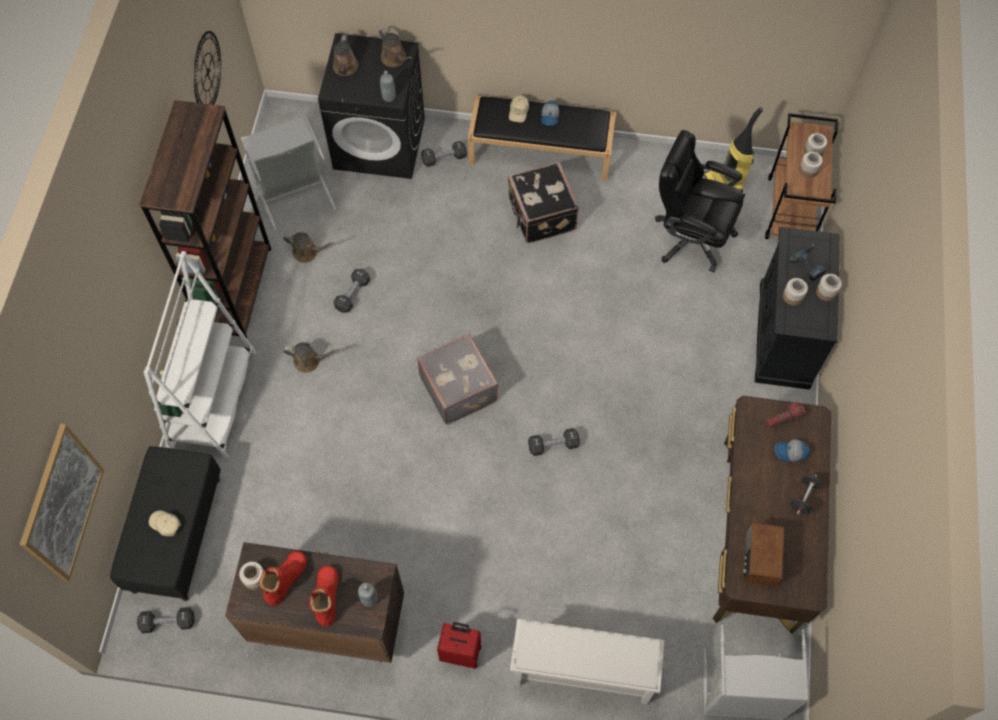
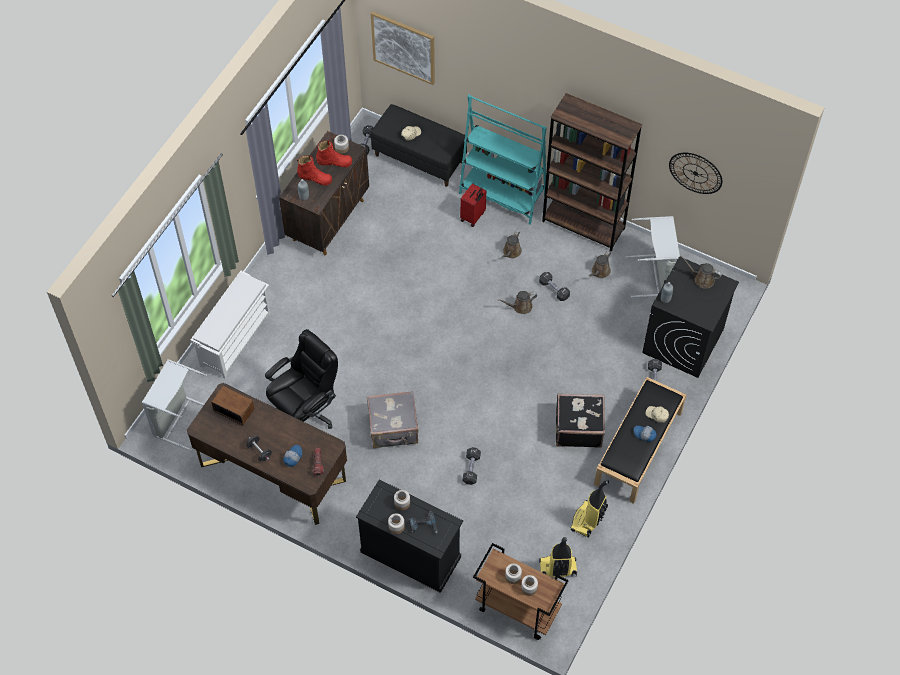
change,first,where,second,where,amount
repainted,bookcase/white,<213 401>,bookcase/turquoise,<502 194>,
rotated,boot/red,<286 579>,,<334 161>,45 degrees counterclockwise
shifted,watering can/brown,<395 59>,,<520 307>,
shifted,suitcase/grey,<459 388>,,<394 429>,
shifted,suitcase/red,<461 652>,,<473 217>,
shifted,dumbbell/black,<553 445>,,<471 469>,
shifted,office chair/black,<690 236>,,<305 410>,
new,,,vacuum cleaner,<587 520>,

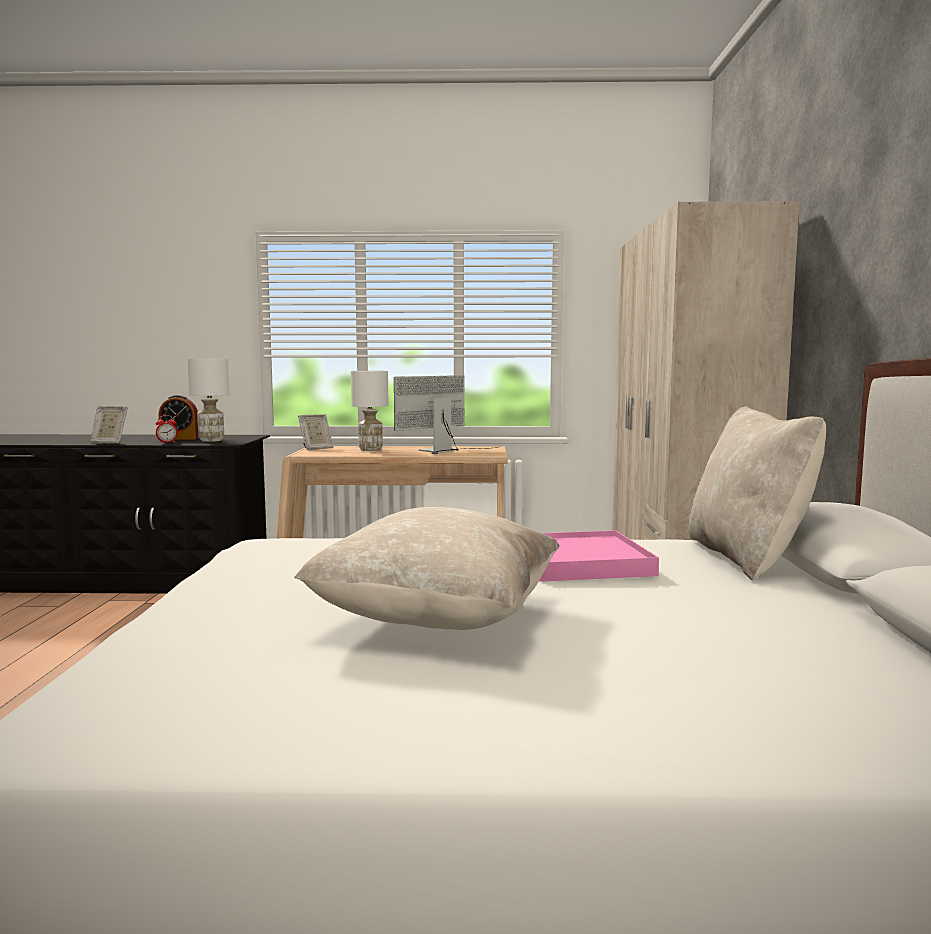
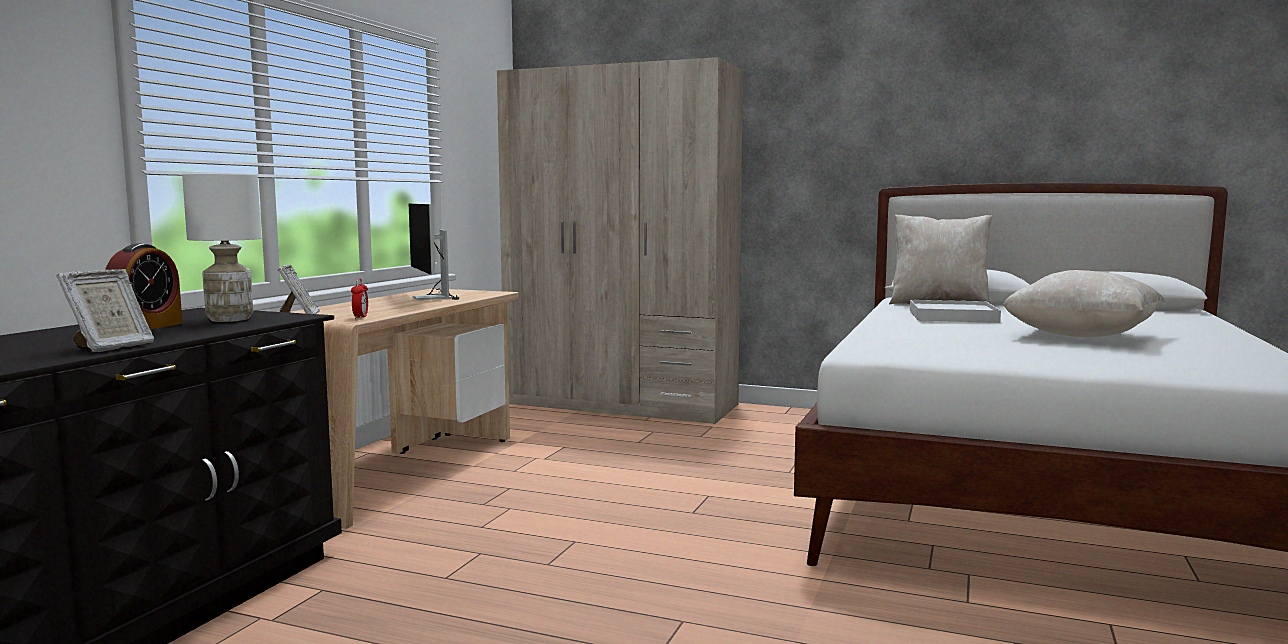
change,first,where,second,where,amount
shifted,alarm clock,<167 442>,,<360 317>,
gone,table lamp/white,<370 450>,,,
repainted,tray/pink,<580 562>,tray/white,<952 316>,

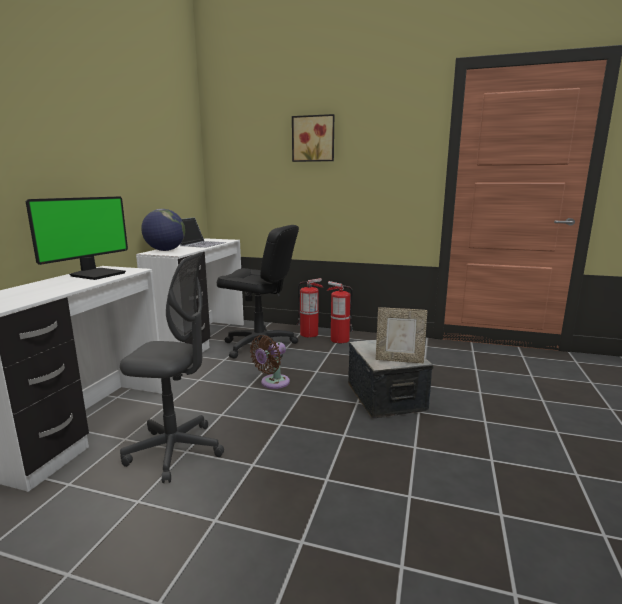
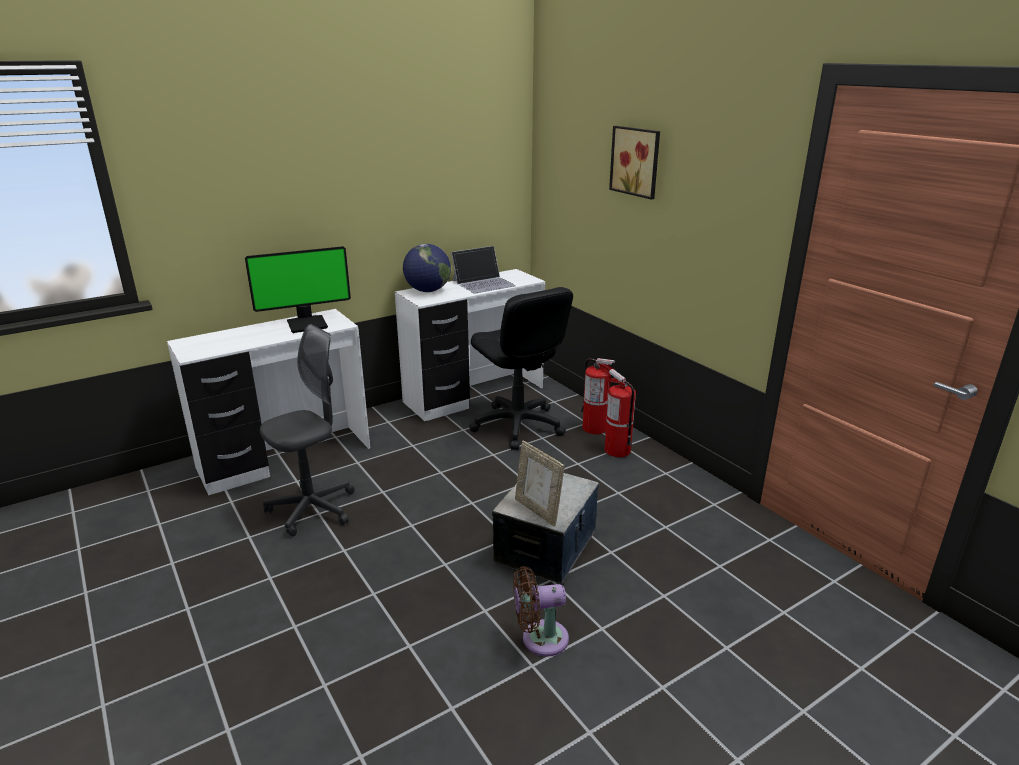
change,first,where,second,where,amount
rotated,office chair/grey,<175 451>,,<312 509>,90 degrees counterclockwise
shifted,fan/brown,<272 383>,,<540 639>,

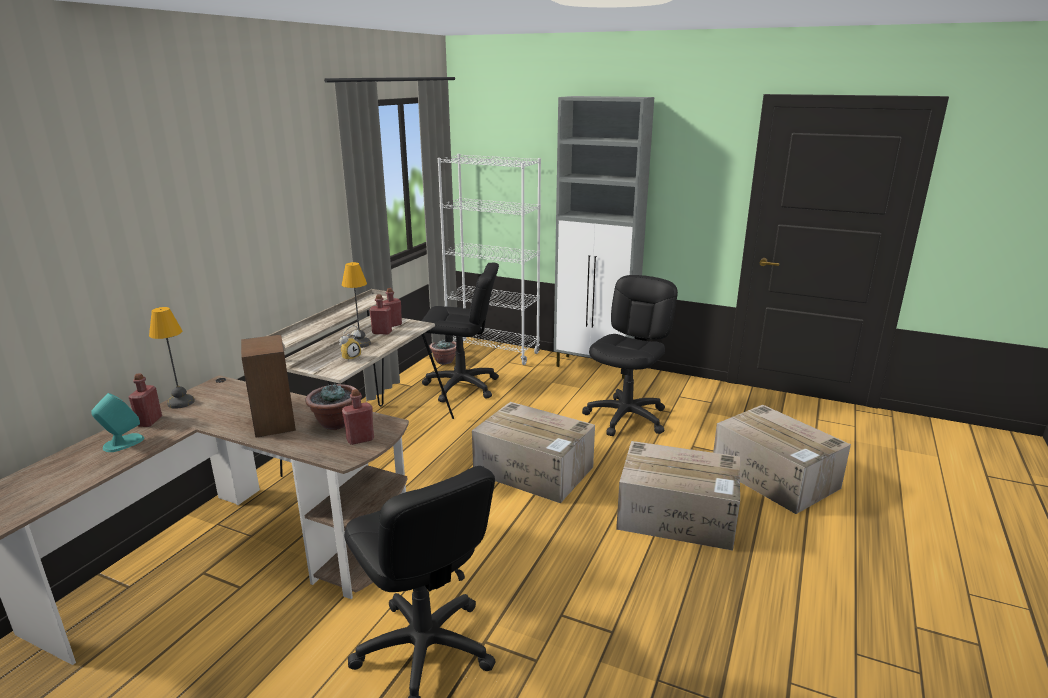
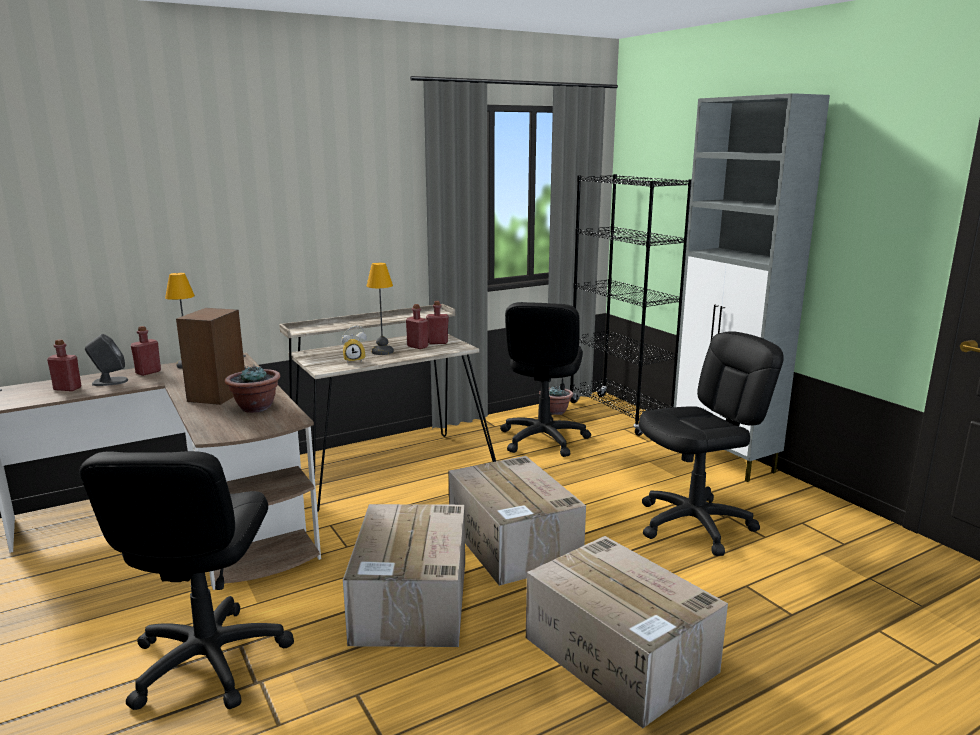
change,first,where,second,where,amount
repainted,speaker/turquoise,<123 443>,speaker/grey,<109 382>,
shifted,bottle/red,<360 439>,,<67 388>,
rotated,office chair/black,<461 386>,,<543 439>,60 degrees clockwise
repainted,bookcase/white,<493 352>,bookcase/black,<619 415>,
shifted,cardboard box,<776 477>,,<411 601>,

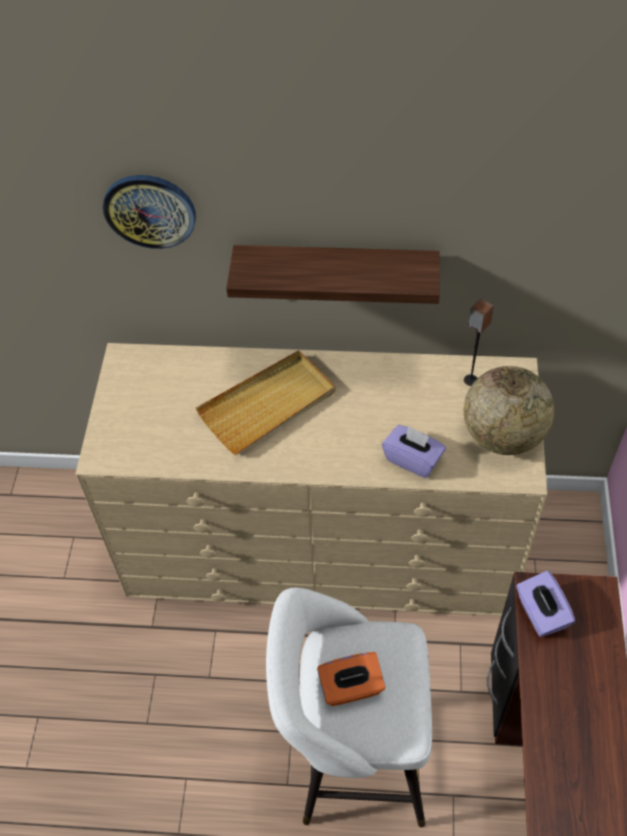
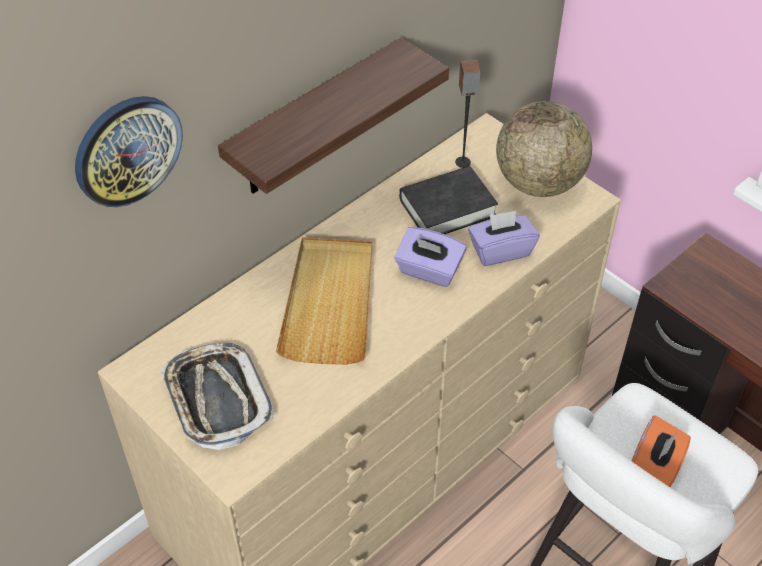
change,first,where,second,where,amount
shifted,tissue box/purple,<541 613>,,<429 271>,
new,,,tray,<217 399>,
new,,,book/black,<447 208>,

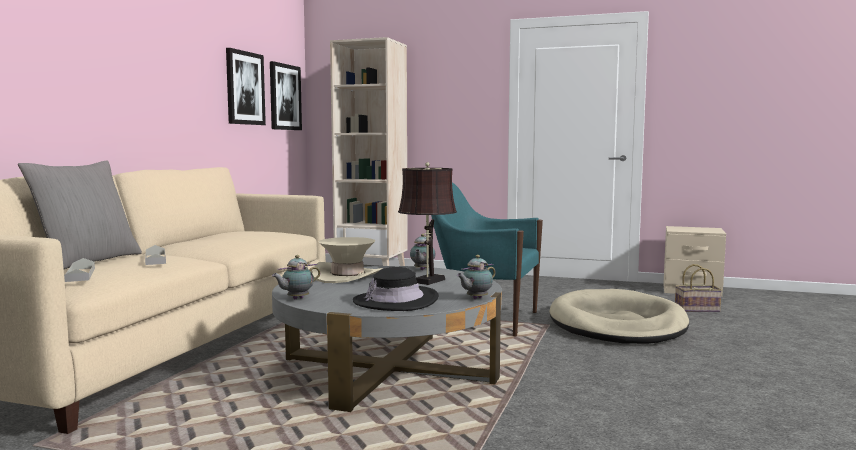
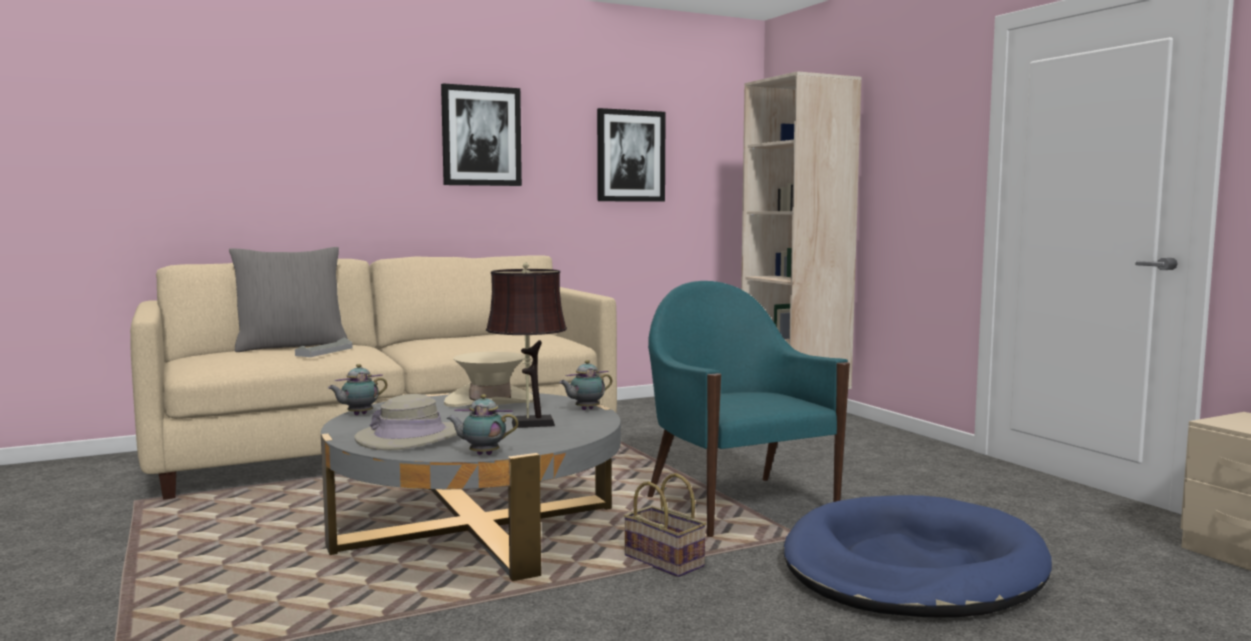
change,first,where,second,where,amount
gone,tray/grey,<80 274>,,,
shifted,picture,<284 97>,,<481 136>,
rotated,teapot,<296 299>,,<358 414>,45 degrees counterclockwise
repainted,hat/black,<396 301>,hat/beige,<411 437>,
repainted,dog bed/beige,<617 324>,dog bed/blue,<912 568>,
shifted,basket,<697 309>,,<666 561>,

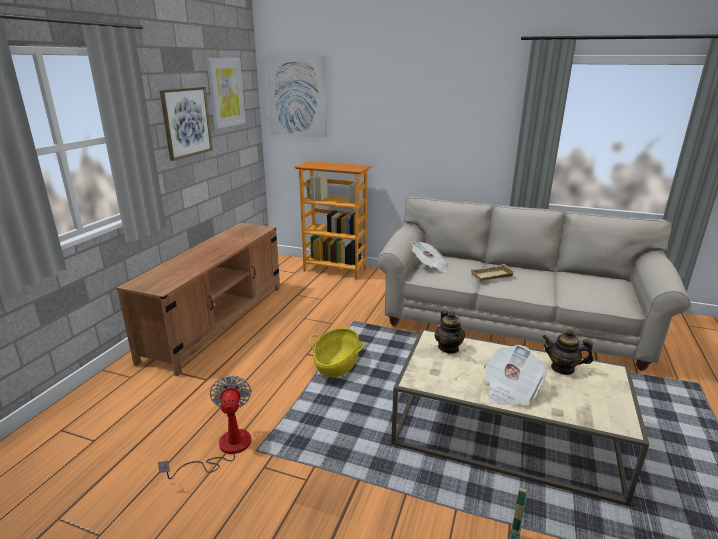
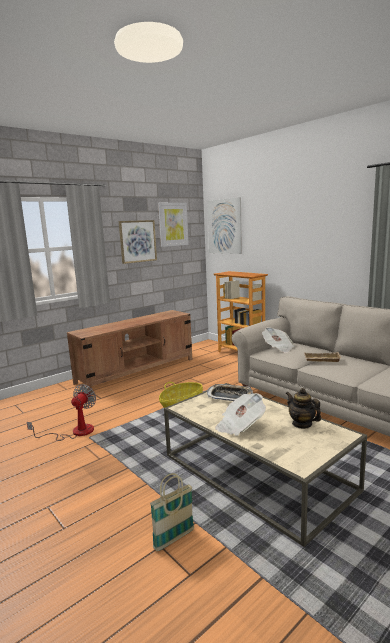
change,first,where,second,where,amount
swapped,teapot,<448 348>,tray,<229 396>,

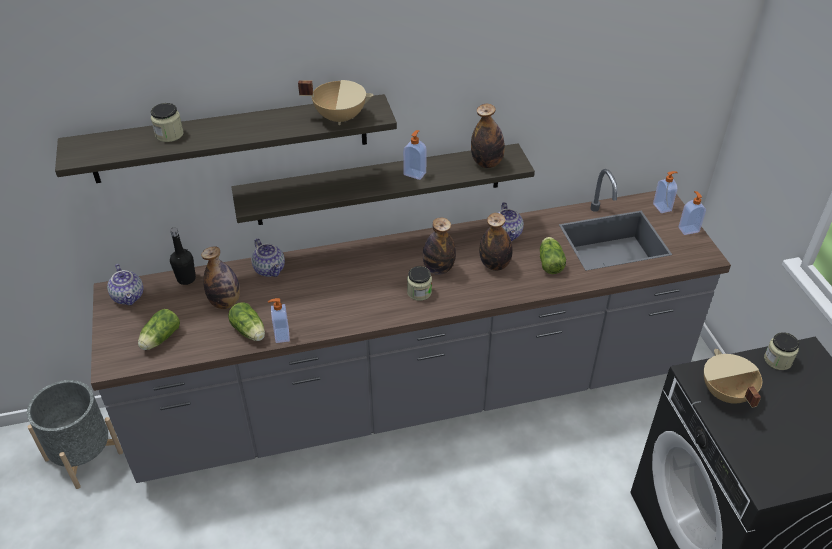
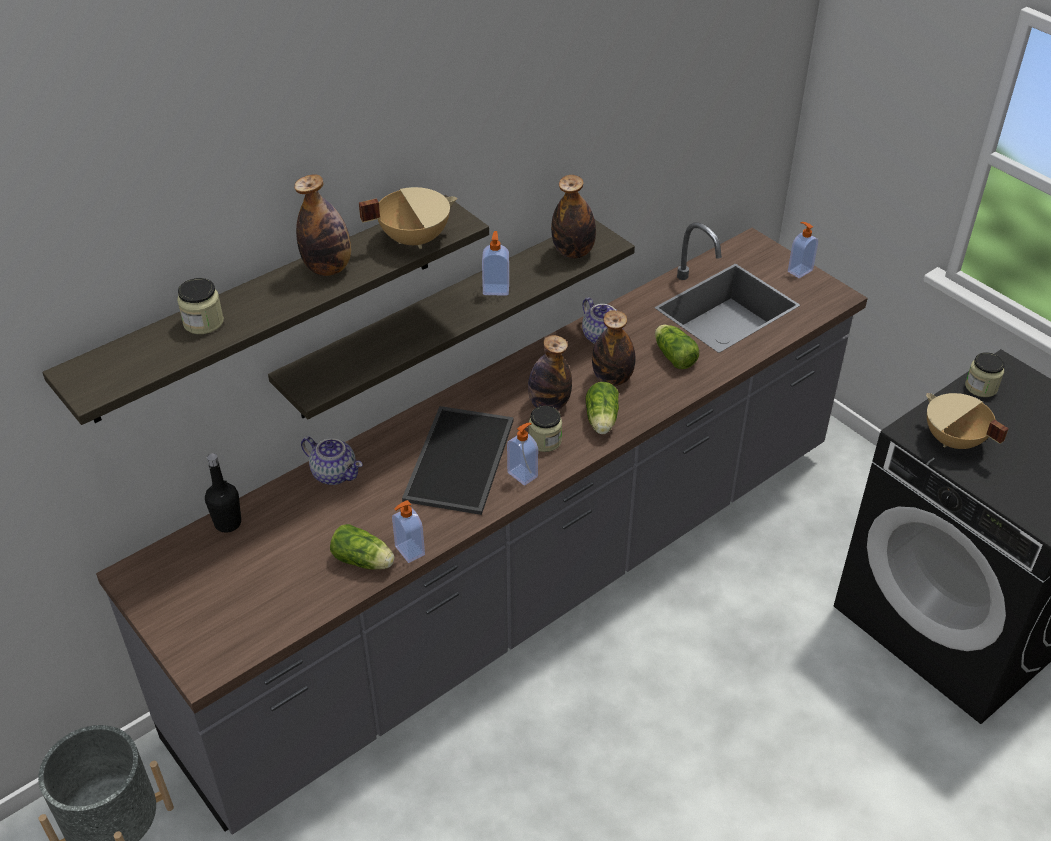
change,first,where,second,where,amount
gone,teapot,<129 297>,,,
shifted,lettuce,<159 339>,,<601 421>,
shifted,bottle,<225 302>,,<328 268>,
shifted,soap dispenser,<662 207>,,<523 474>,
new,,,tray,<461 461>,

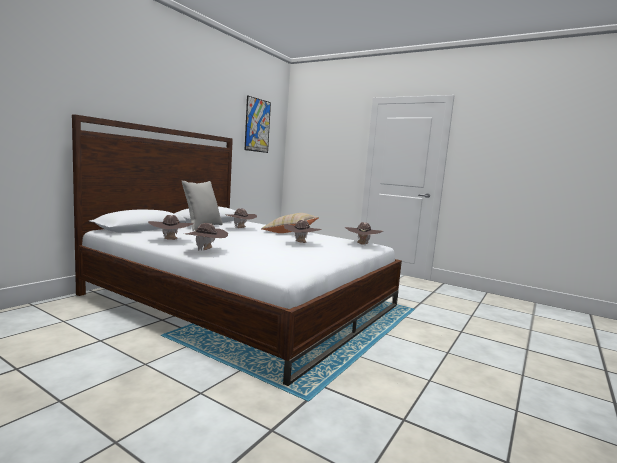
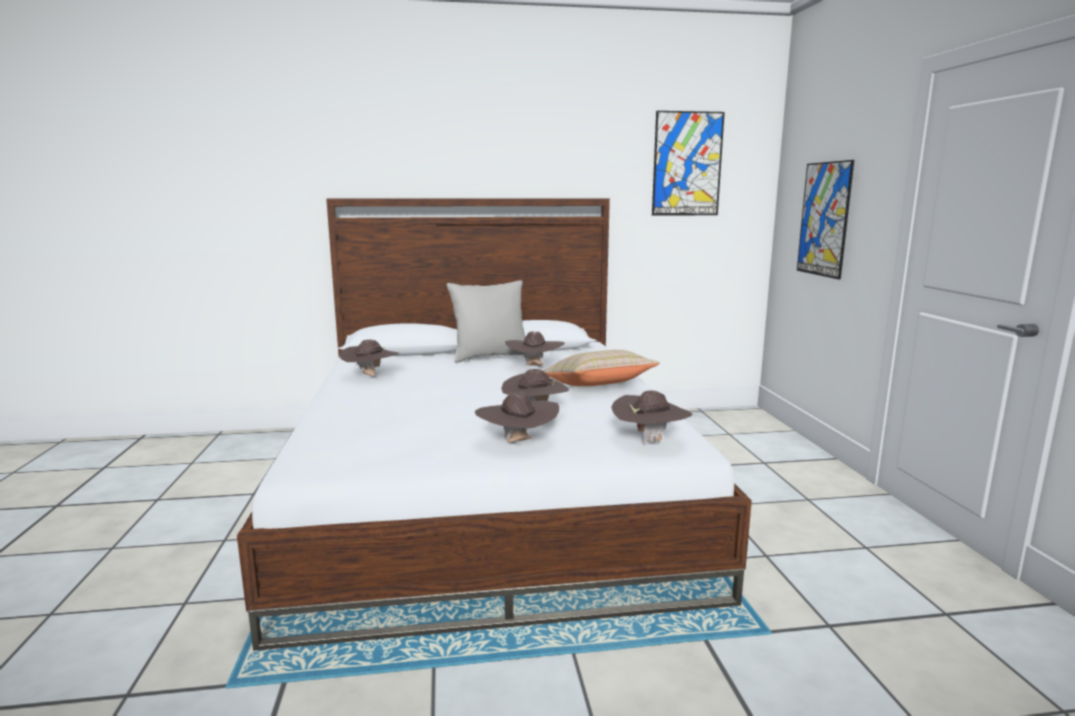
change,first,where,second,where,amount
shifted,hat/brown,<206 251>,,<517 443>,
new,,,picture,<824 219>,

